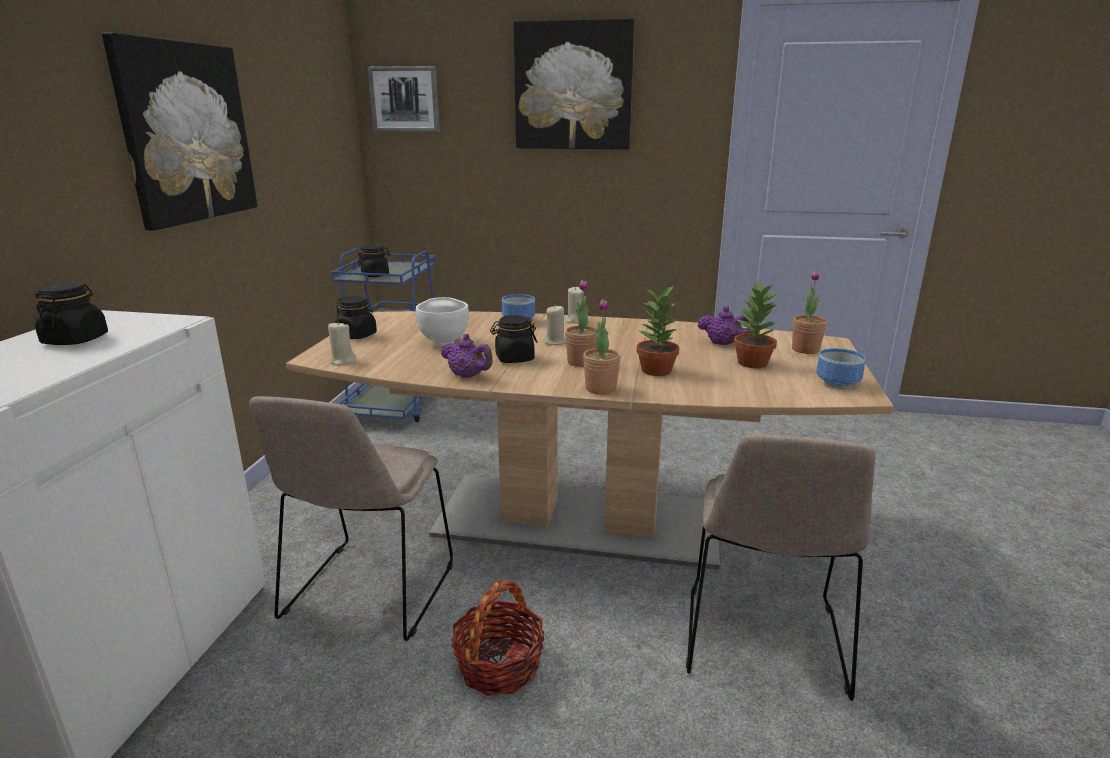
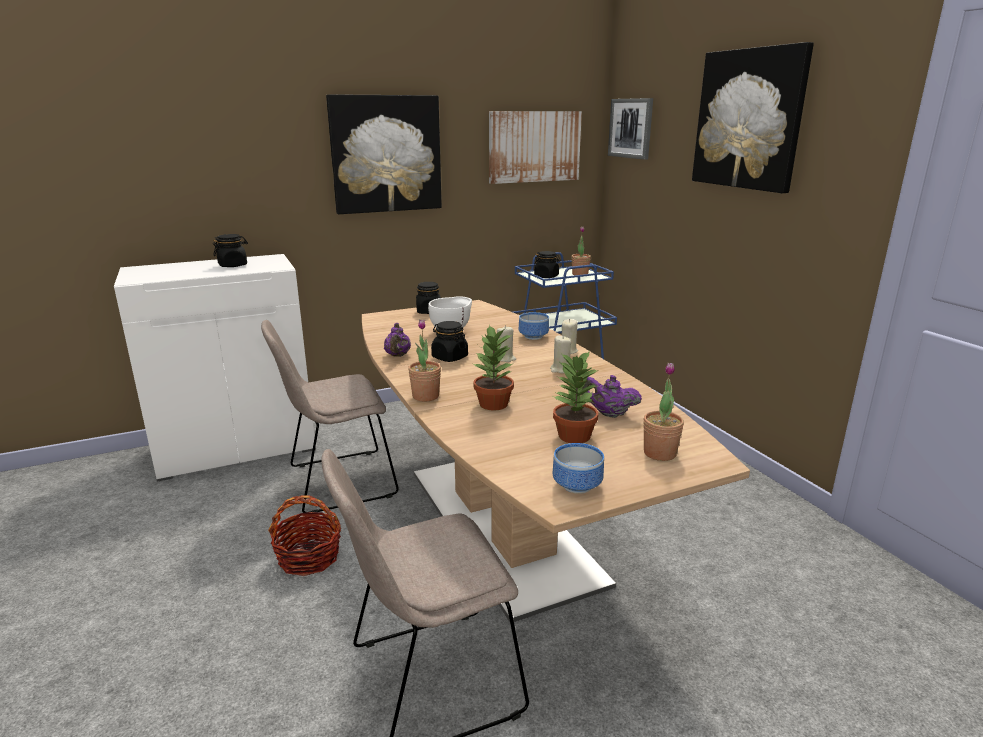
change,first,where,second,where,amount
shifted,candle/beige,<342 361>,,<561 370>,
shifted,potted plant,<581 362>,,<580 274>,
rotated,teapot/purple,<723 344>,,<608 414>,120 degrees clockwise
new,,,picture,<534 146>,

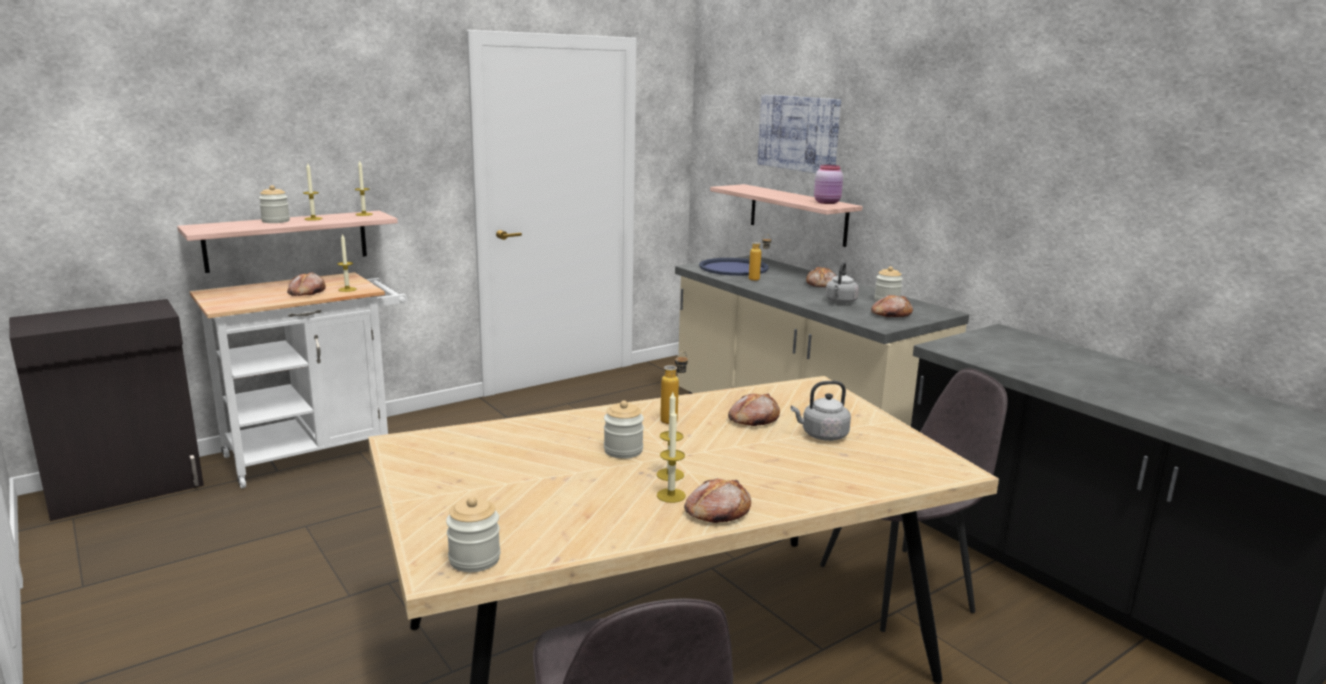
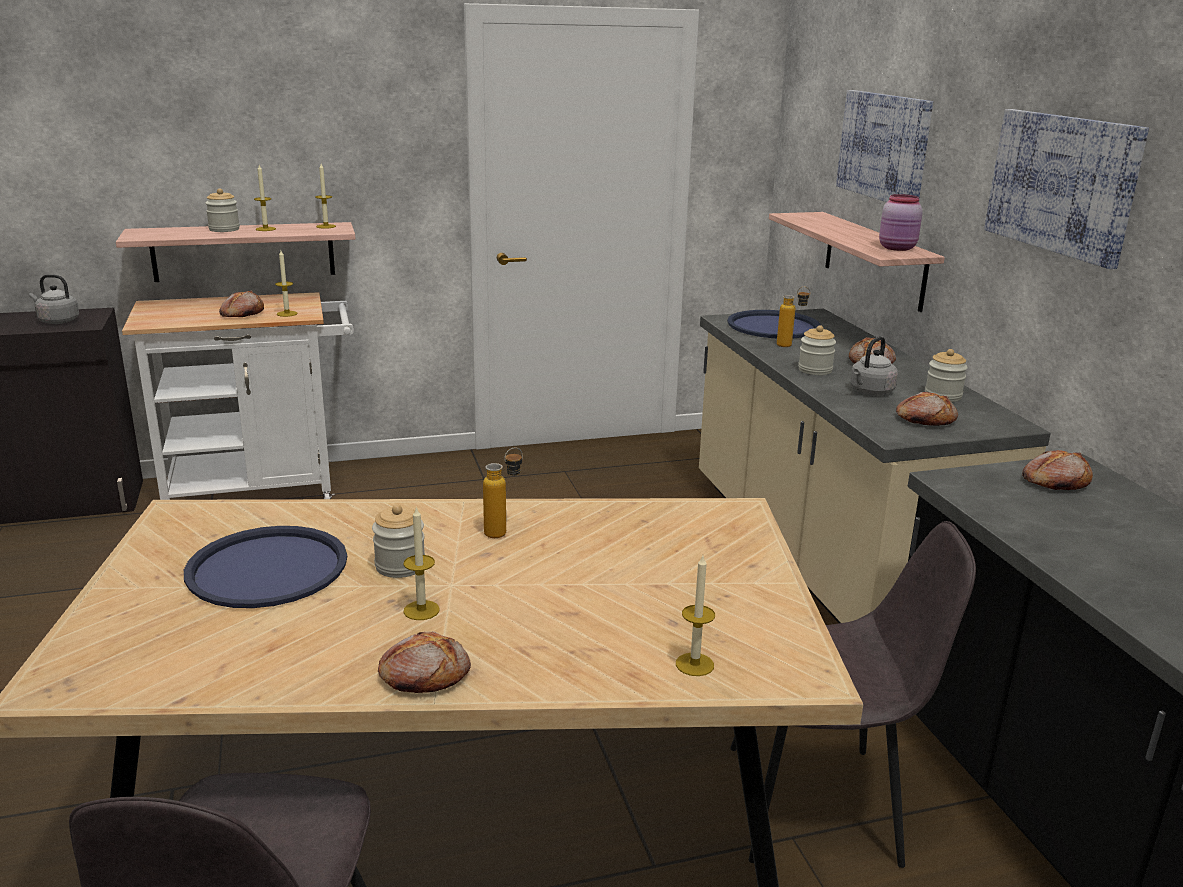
change,first,where,second,where,amount
shifted,jar,<474 559>,,<815 370>,
shifted,candle,<671 495>,,<694 664>,
shifted,bread,<753 419>,,<1054 482>,
shifted,kettle/grey,<822 435>,,<57 321>,
new,,,tray/blue,<267 568>,
new,,,picture,<1062 184>,

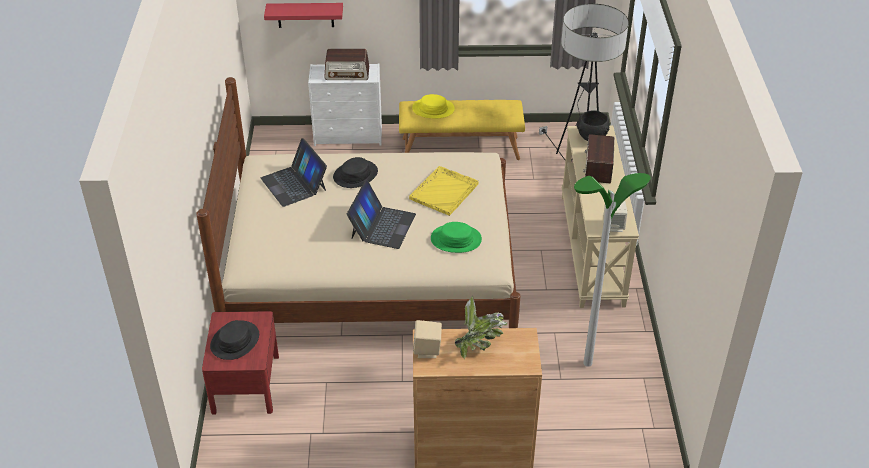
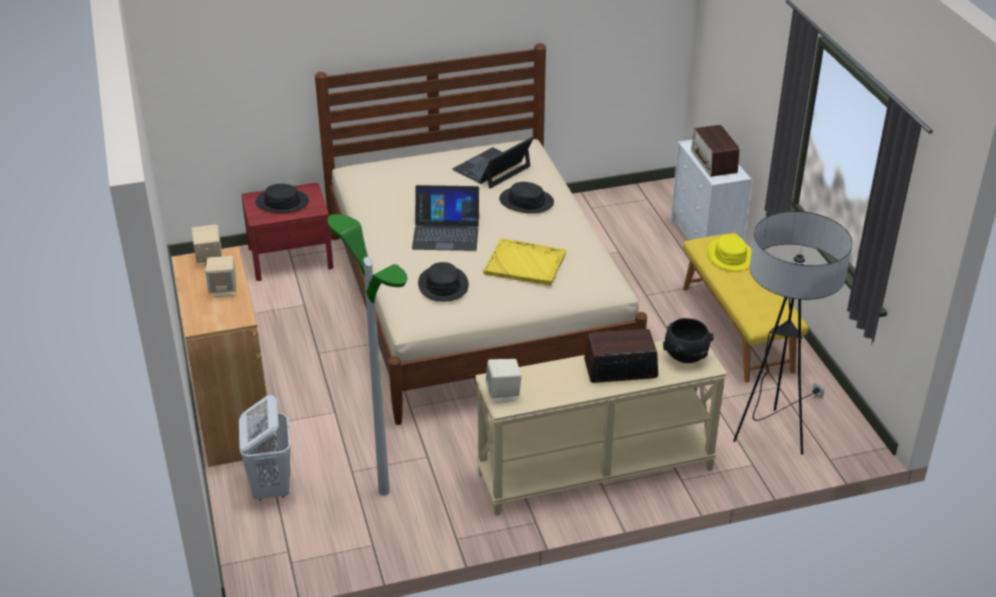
change,first,where,second,where,amount
gone,shelf/red,<305 15>,,,
repainted,hat/green,<456 239>,hat/black,<443 285>,
swapped,potted plant,<480 344>,speaker/beige,<223 290>,
new,,,laundry basket/white,<271 486>,

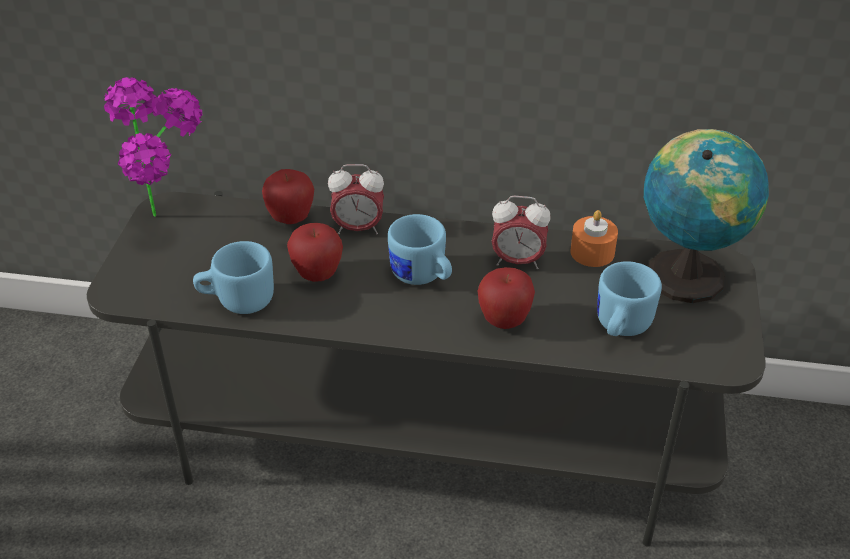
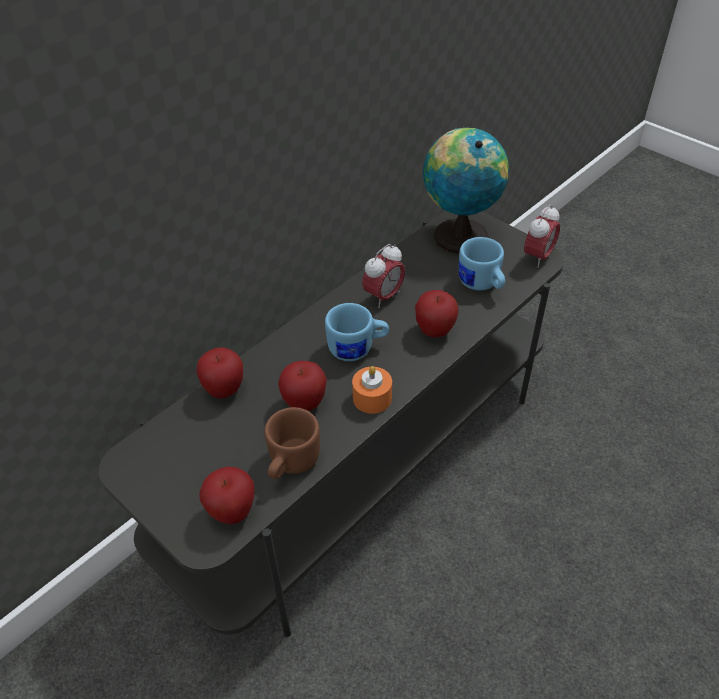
change,first,where,second,where,amount
gone,potted plant,<172 219>,,,
repainted,mug/blue,<237 300>,mug/brown,<290 463>,
shifted,alarm clock,<358 228>,,<538 257>,
shifted,candle/orange,<592 252>,,<372 398>,
new,,,apple,<232 512>,

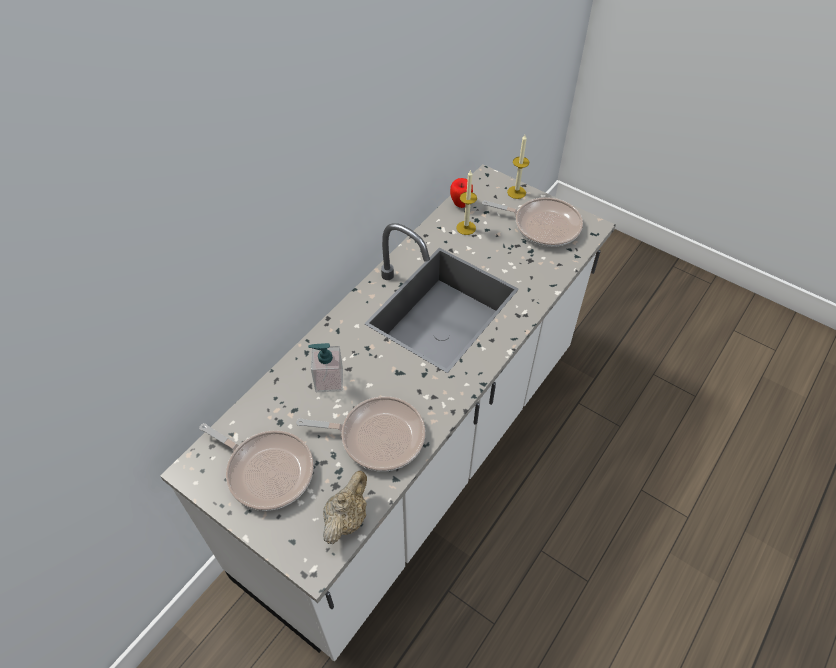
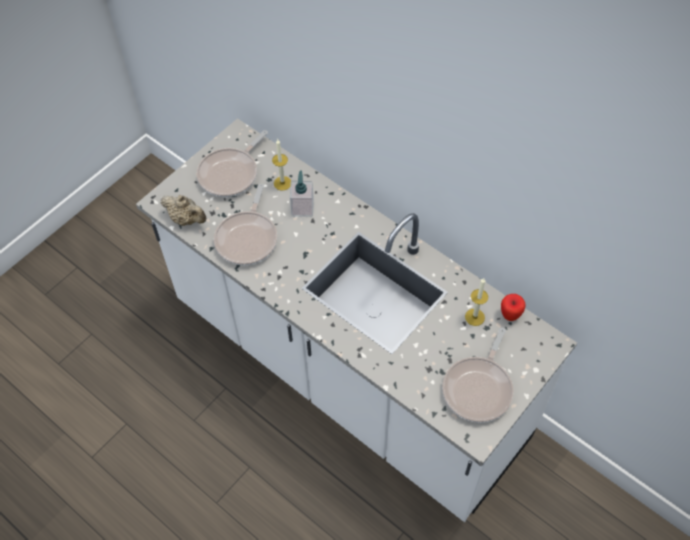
change,first,where,second,where,amount
shifted,candle,<516 192>,,<282 183>,

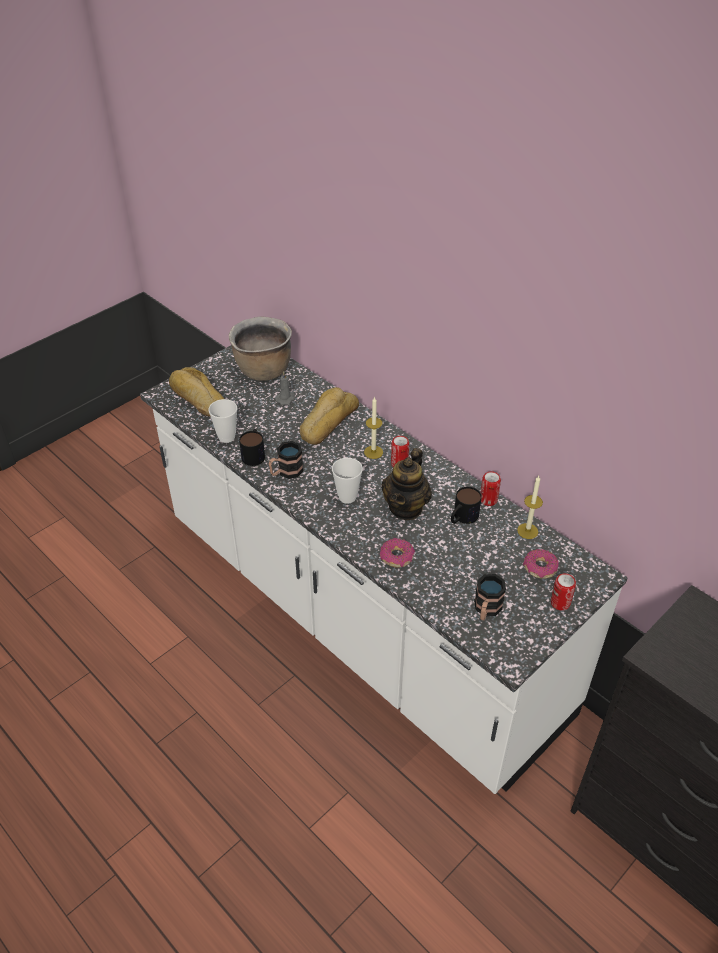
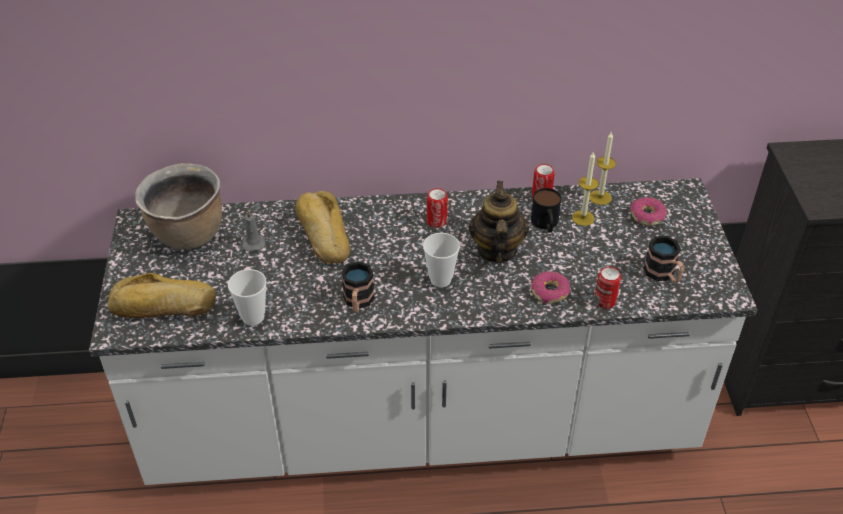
change,first,where,second,where,amount
gone,mug,<254 453>,,,
shifted,candle,<373 452>,,<583 218>,
rotated,teapot,<406 507>,,<496 250>,150 degrees counterclockwise
shifted,can,<560 603>,,<605 301>,

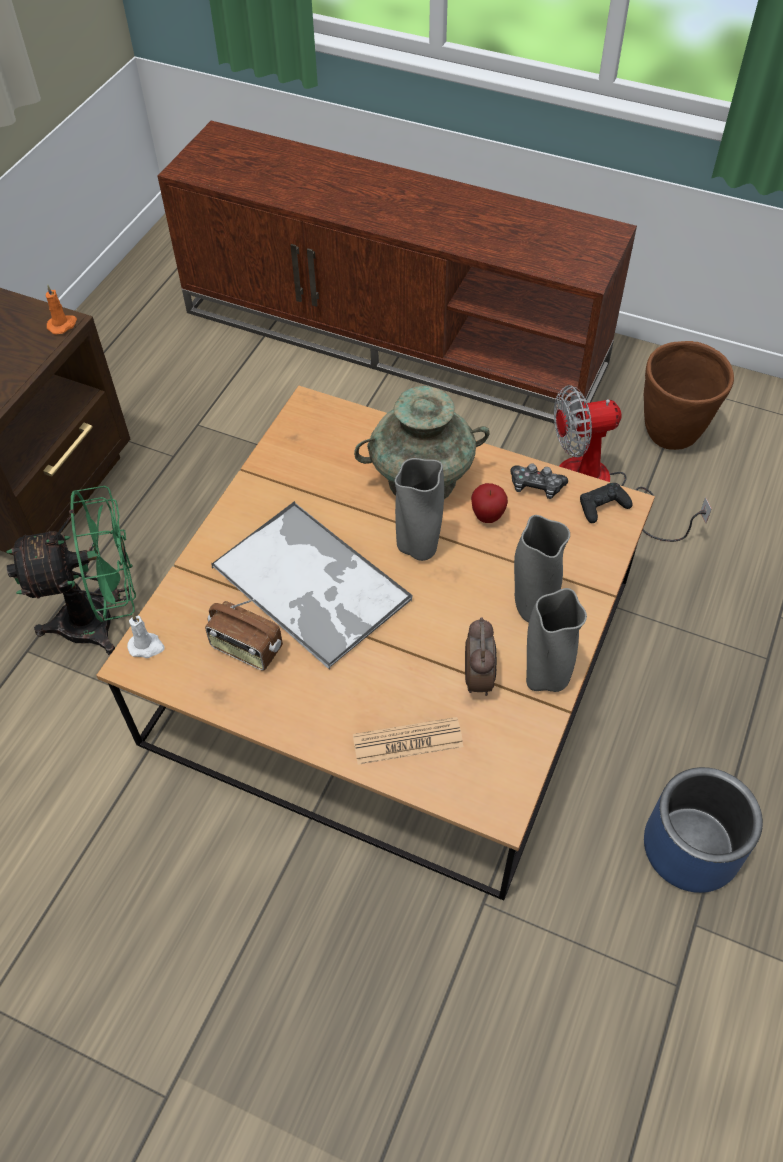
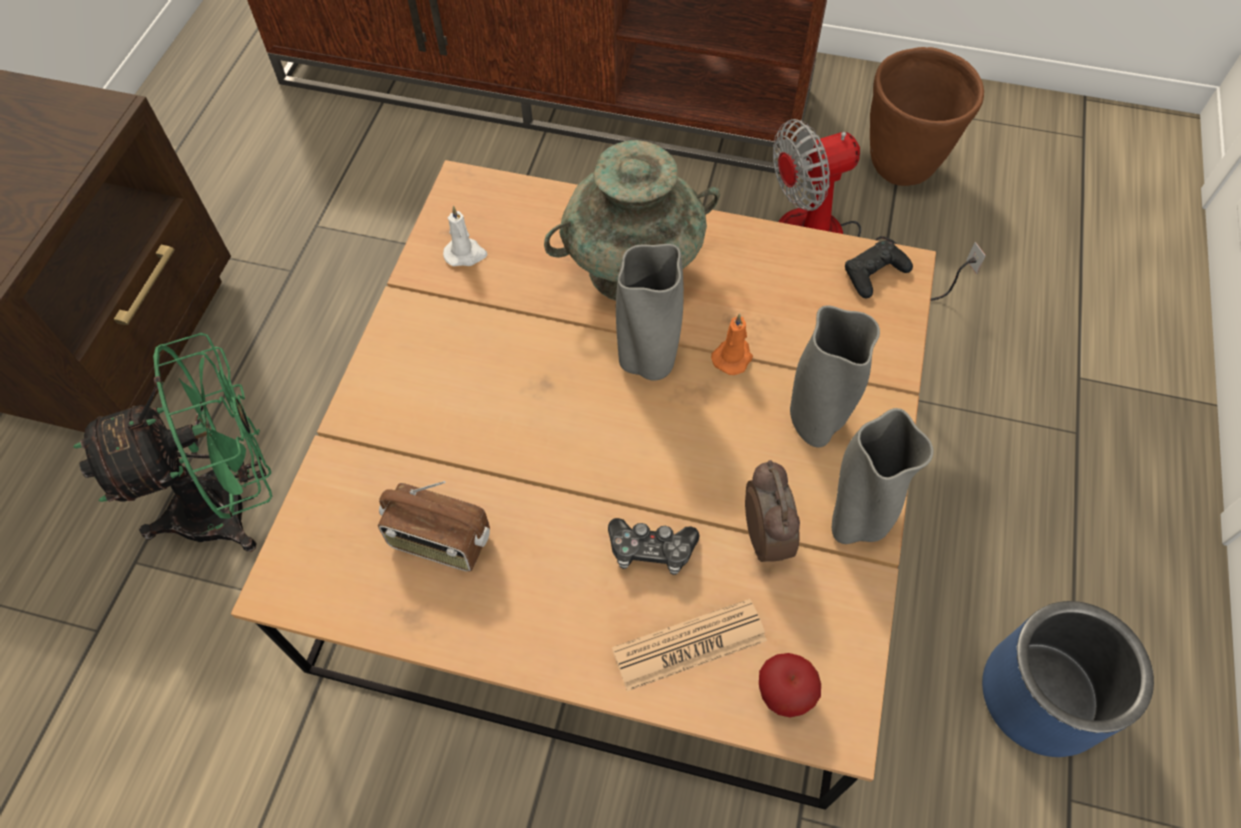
change,first,where,second,where,amount
shifted,candle/orange,<63 325>,,<733 357>,
shifted,candle/white,<146 646>,,<465 254>,
gone,tray,<312 585>,,,
shifted,apple,<487 516>,,<783 695>,
shifted,game controller,<536 486>,,<651 551>,

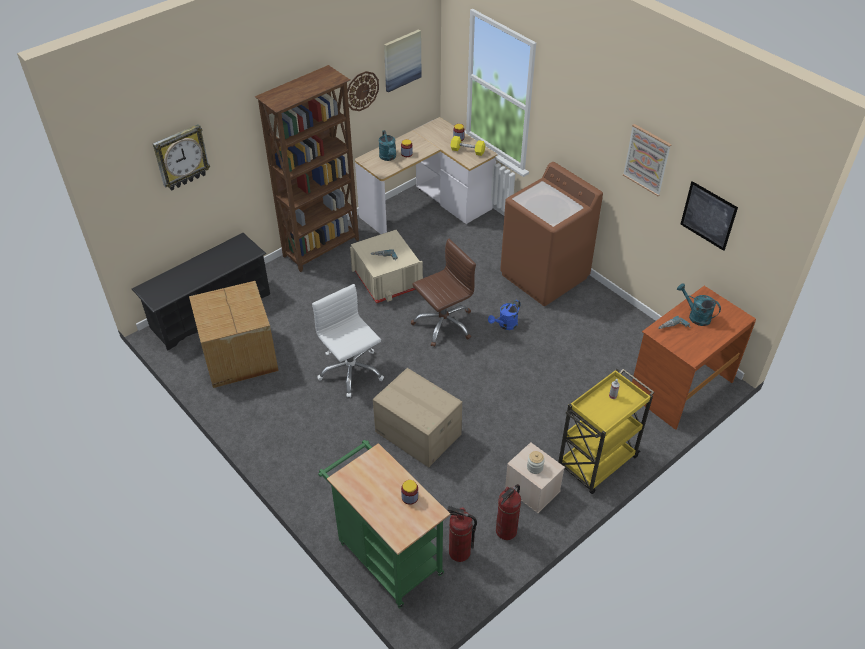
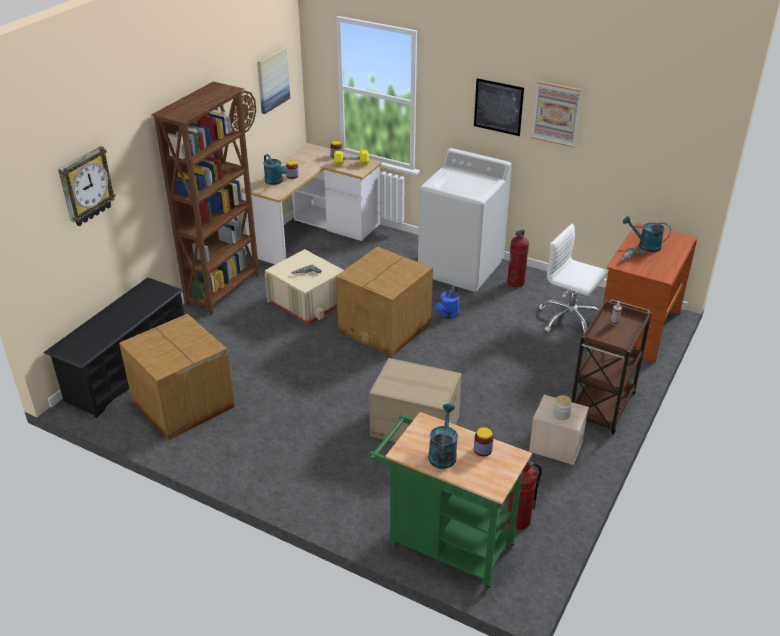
change,first,where,second,where,amount
shifted,office chair/white,<351 371>,,<569 319>,
swapped,office chair/brown,<443 324>,cardboard box,<386 327>,
shifted,fire extinguisher,<506 531>,,<516 282>,
repainted,washing machine/brown,<544 276>,washing machine/white,<461 268>,
repainted,cart/yellow,<596 463>,cart/brown,<601 407>,
shifted,picture,<708 215>,,<498 107>,
new,,,watering can/turquoise,<442 453>,

